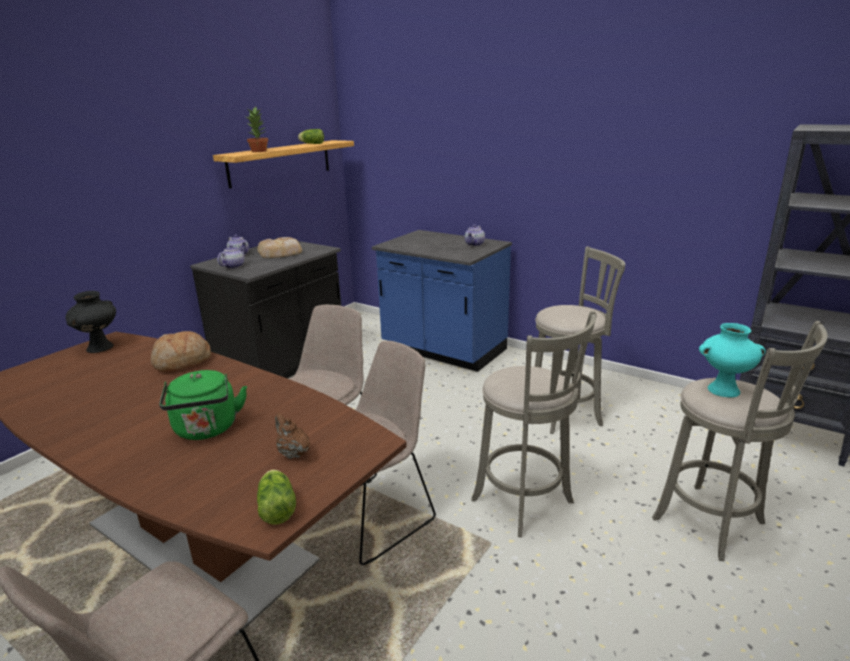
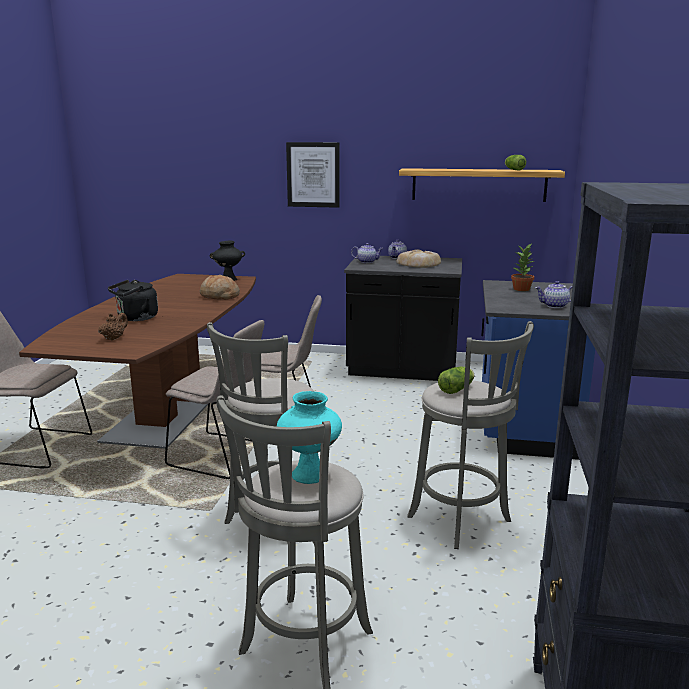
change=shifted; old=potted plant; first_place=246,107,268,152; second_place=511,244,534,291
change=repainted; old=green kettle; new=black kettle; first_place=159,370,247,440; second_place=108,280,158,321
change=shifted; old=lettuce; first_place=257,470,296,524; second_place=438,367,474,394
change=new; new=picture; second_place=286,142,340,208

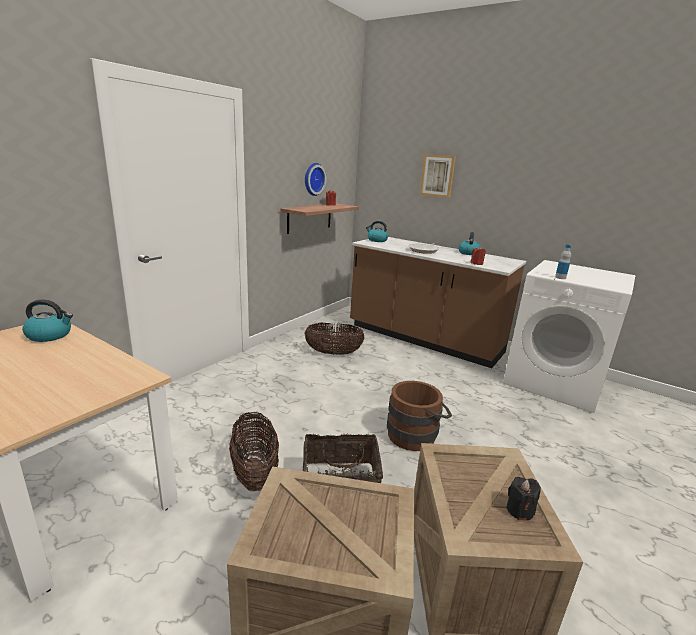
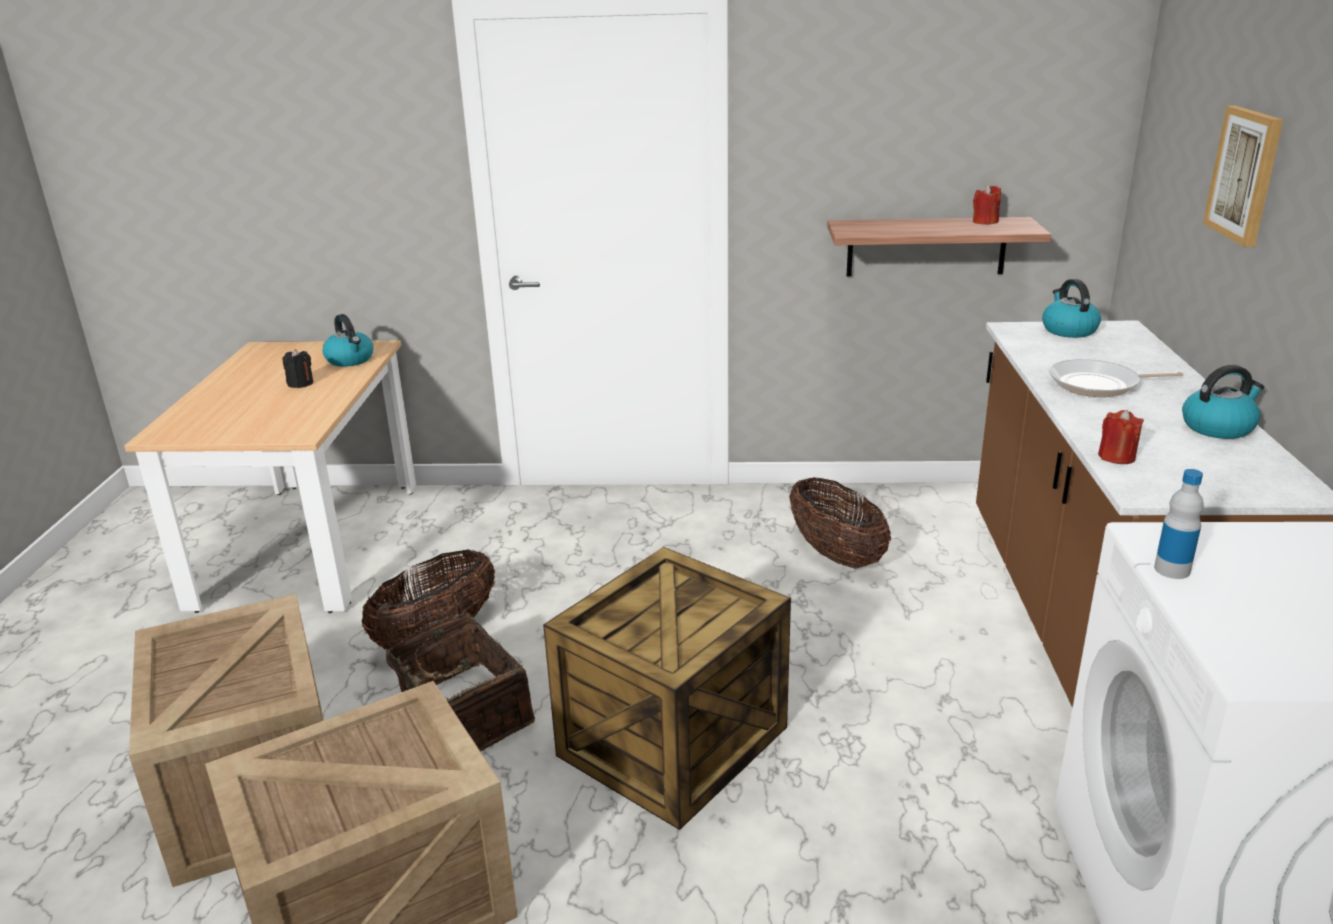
change=gone; old=wall clock; first_place=305,163,326,196
change=swapped; old=brown bucket; new=crate; first_place=387,381,452,451; second_place=543,547,791,830
change=shifted; old=black candle; first_place=506,477,541,521; second_place=282,349,313,388

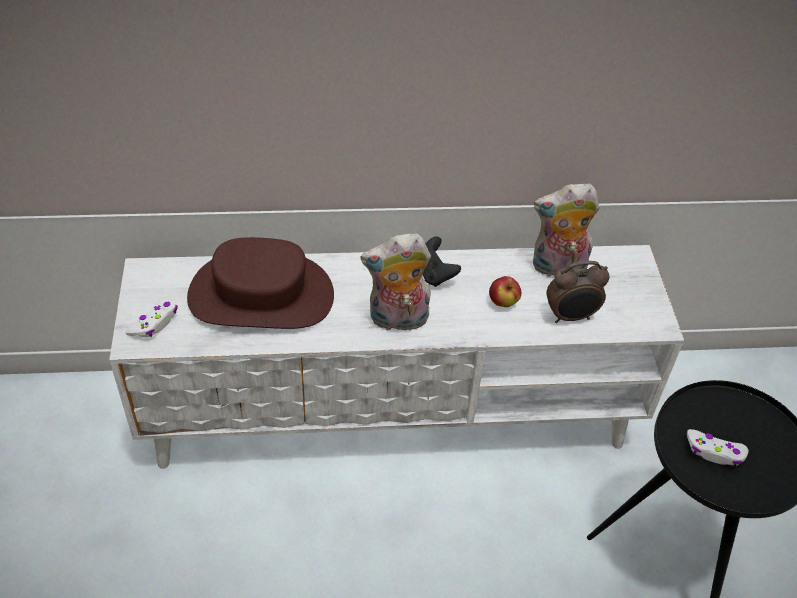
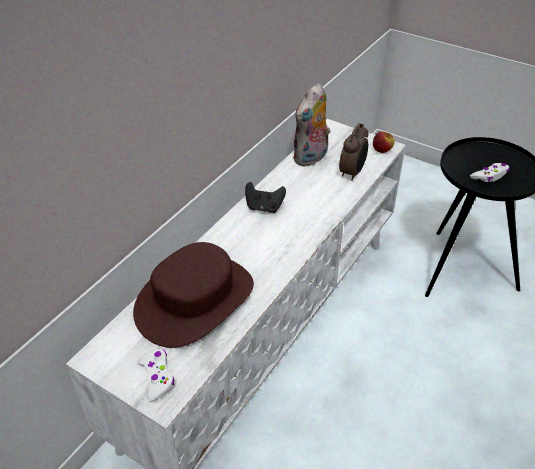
change=gone; old=plush toy; first_place=360,233,431,331
change=shifted; old=apple; first_place=489,276,521,307; second_place=373,131,395,153

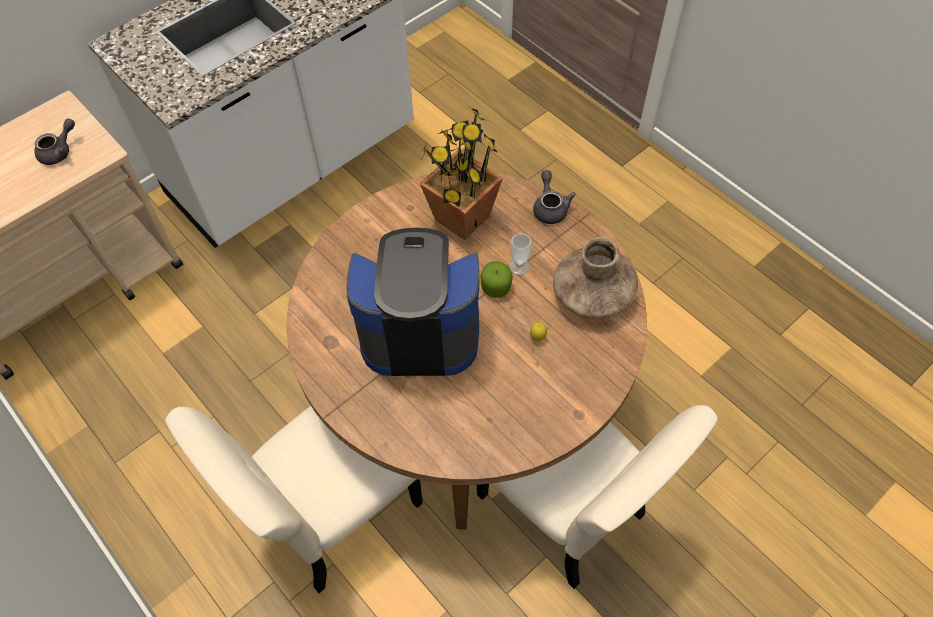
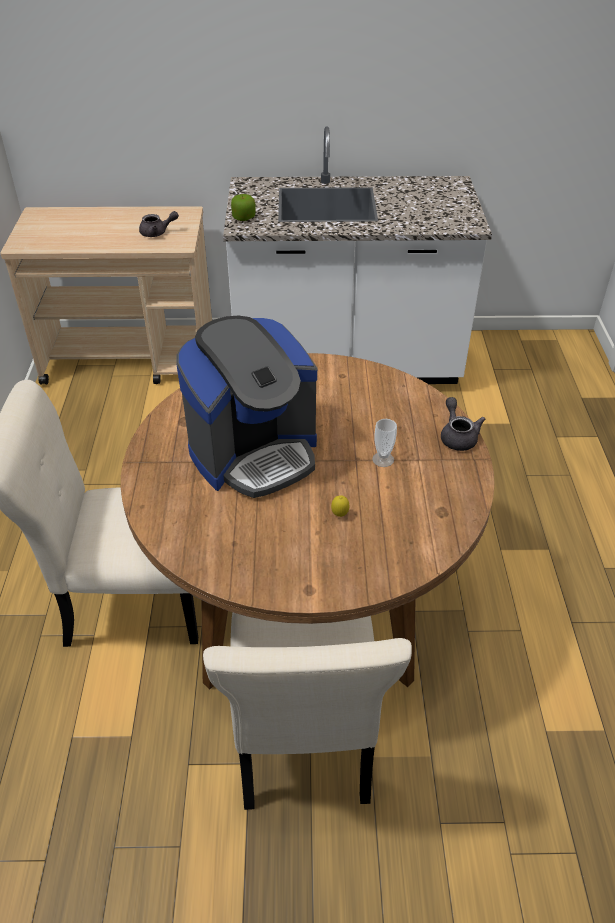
change=gone; old=potted plant; first_place=420,107,503,240
change=rotated; old=grey teapot; first_place=533,170,576,224; second_place=441,397,485,451; degrees=-45
change=rotated; old=coffee machine; first_place=347,228,479,376; second_place=176,315,317,498; degrees=105
change=gone; old=brown vase; first_place=553,237,638,319
change=shifted; old=apple; first_place=481,261,513,298; second_place=231,194,256,221

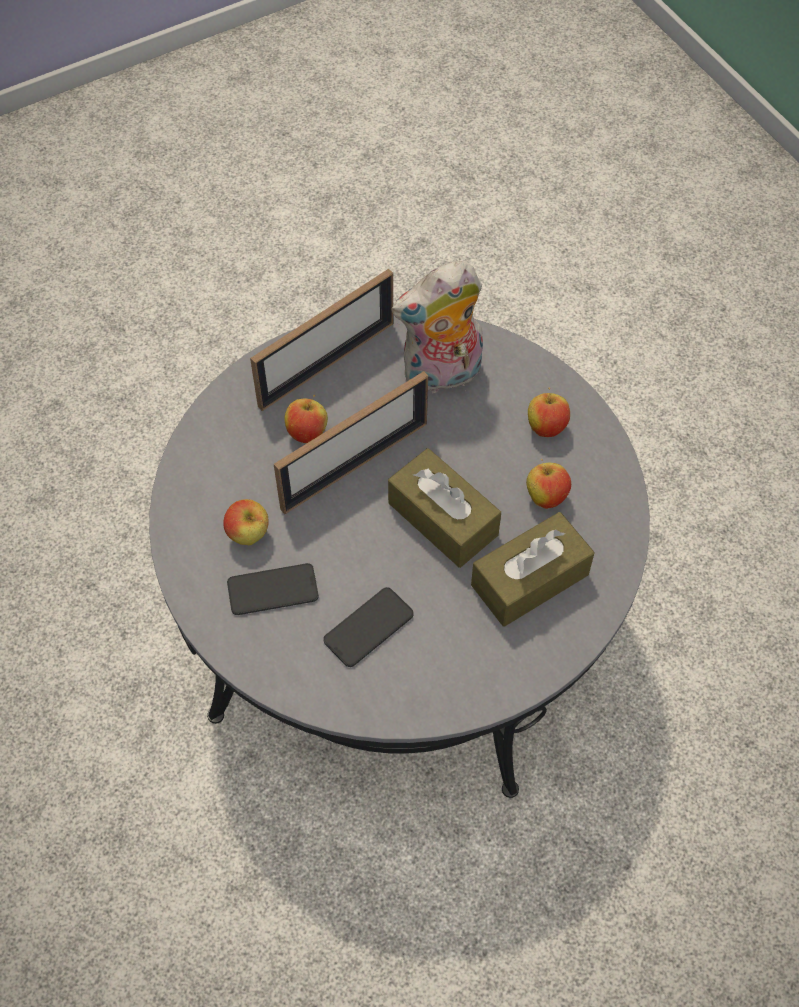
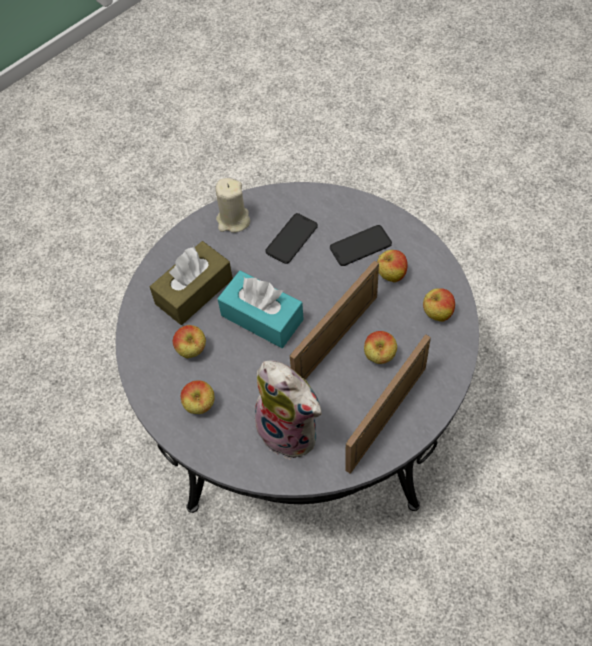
change=rotated; old=plush toy; first_place=392,261,483,393; second_place=255,360,322,460; degrees=75
change=repainted; old=brown tissue box; new=turquoise tissue box; first_place=388,448,501,568; second_place=217,270,304,348
change=new; new=beige candle; second_place=216,178,250,233
change=new; new=apple; second_place=423,288,455,322

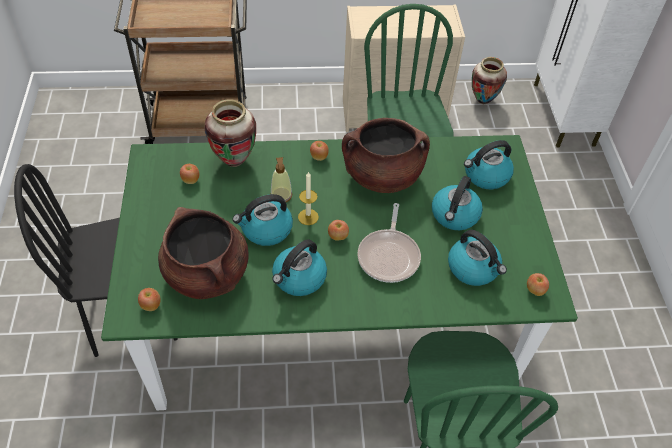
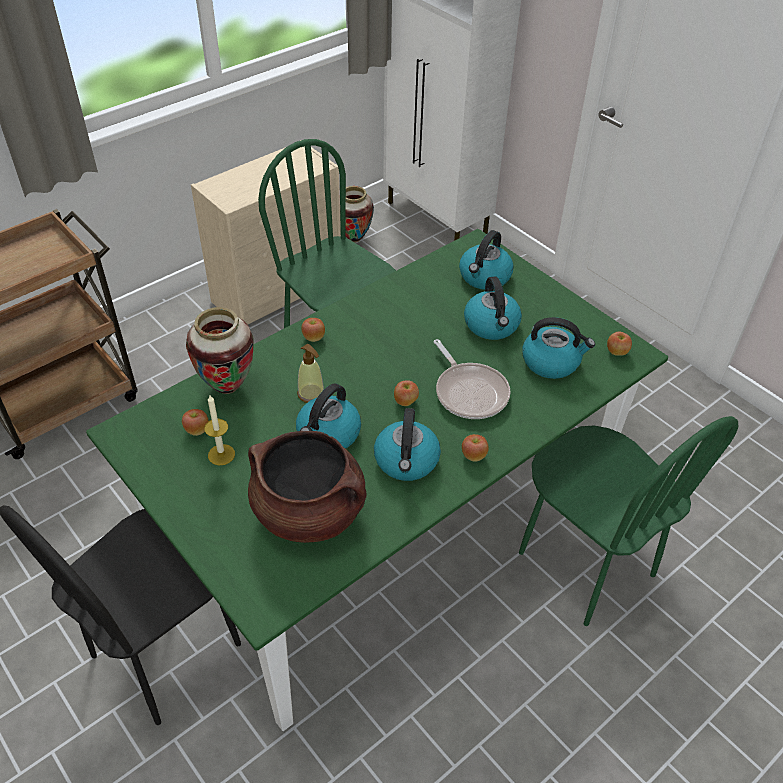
change=gone; old=brown cooking pot; first_place=342,118,430,193
change=shifted; old=candle; first_place=298,171,319,225; second_place=204,395,235,465
change=shifted; old=apple; first_place=138,288,161,311; second_place=462,434,489,462

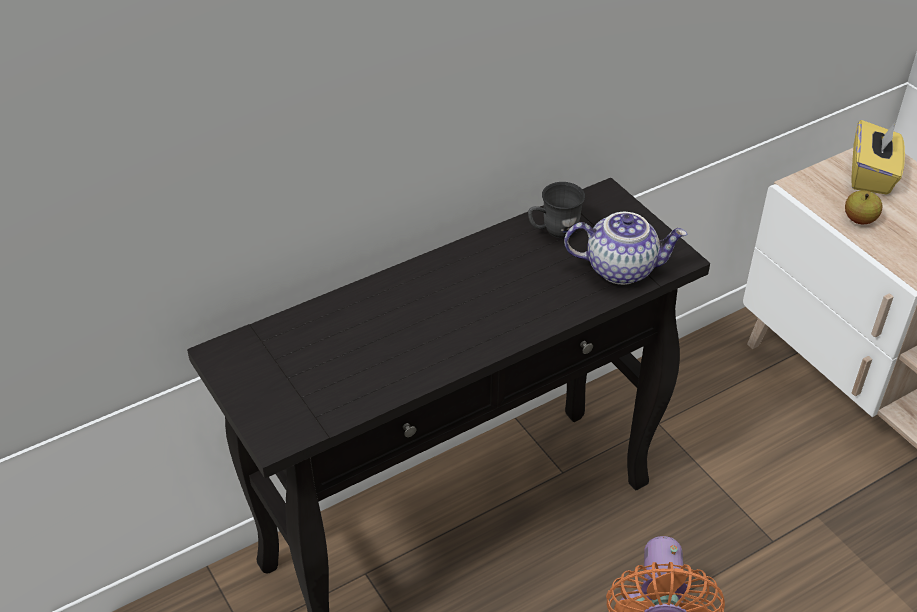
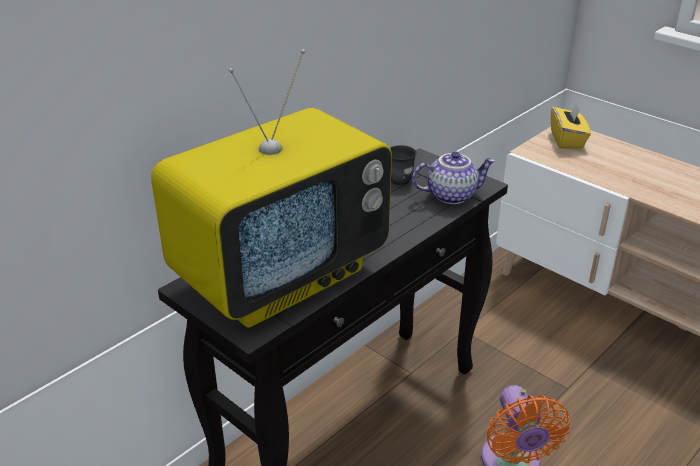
change=gone; old=apple; first_place=845,191,883,224
change=new; new=television; second_place=151,49,392,328

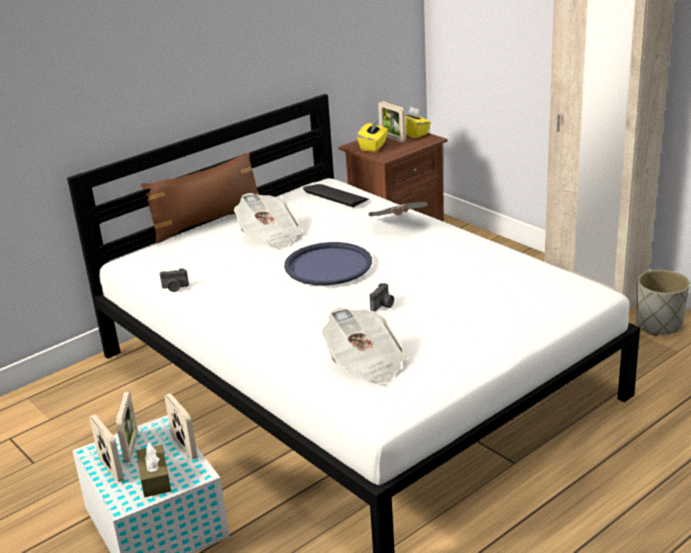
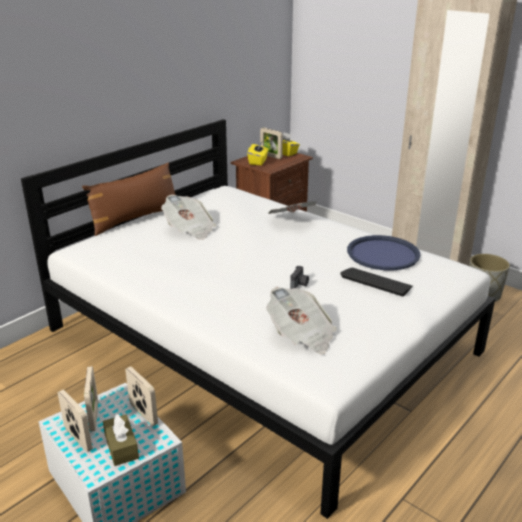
change=shifted; old=keyboard; first_place=303,184,369,207; second_place=340,268,413,296
change=shifted; old=blue tray; first_place=284,242,372,285; second_place=347,235,420,270
change=gone; old=photo camera; first_place=160,268,189,292

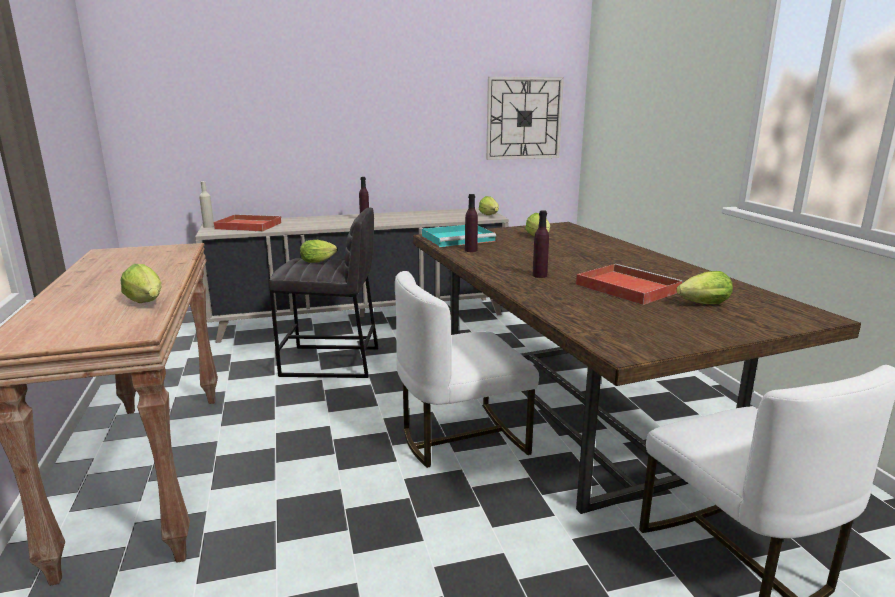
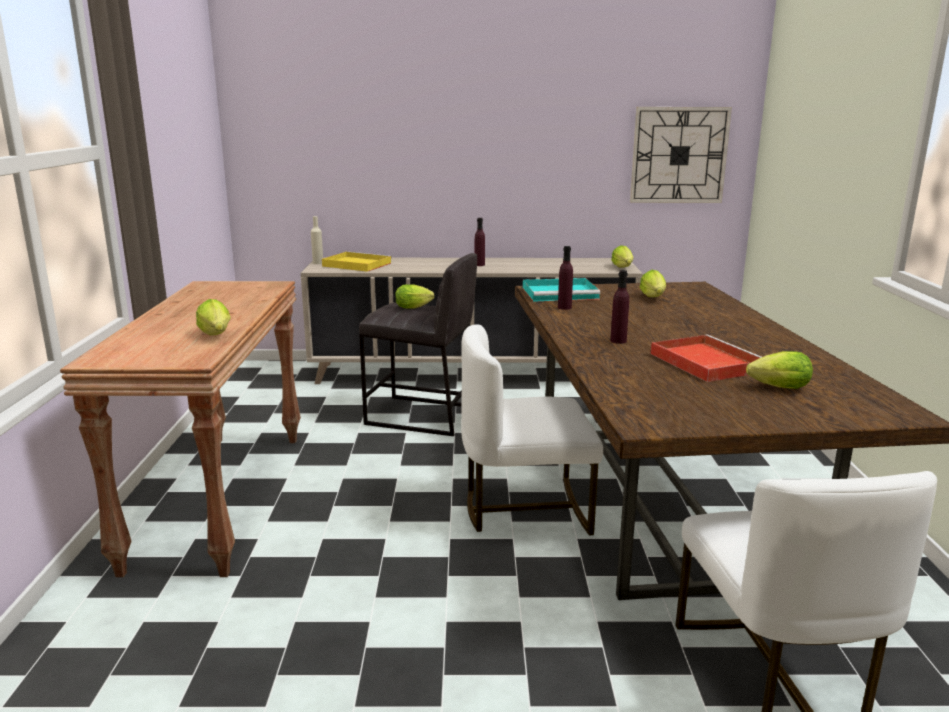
change=repainted; old=red tray; new=yellow tray; first_place=214,214,282,231; second_place=322,251,392,272

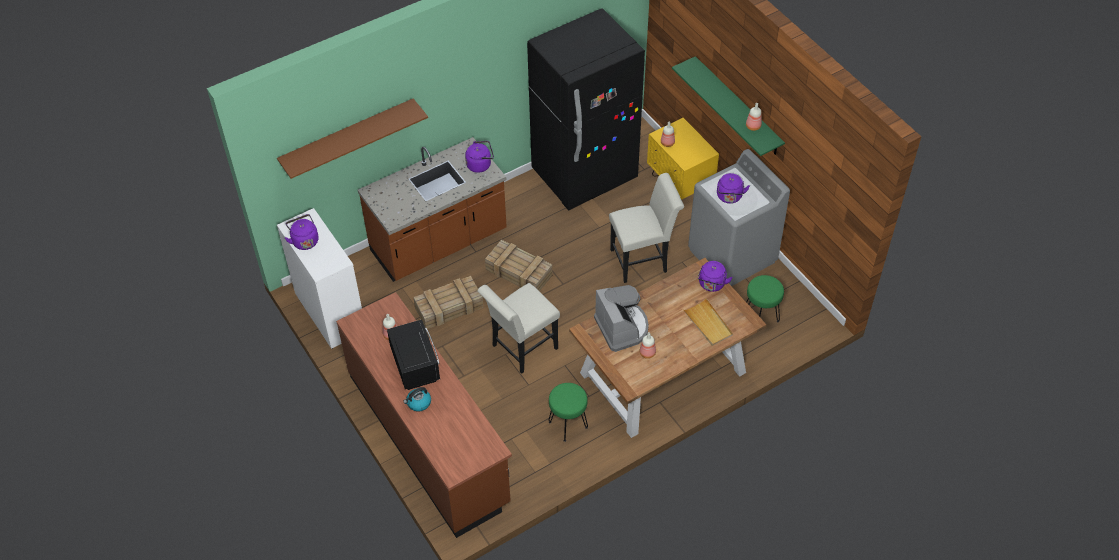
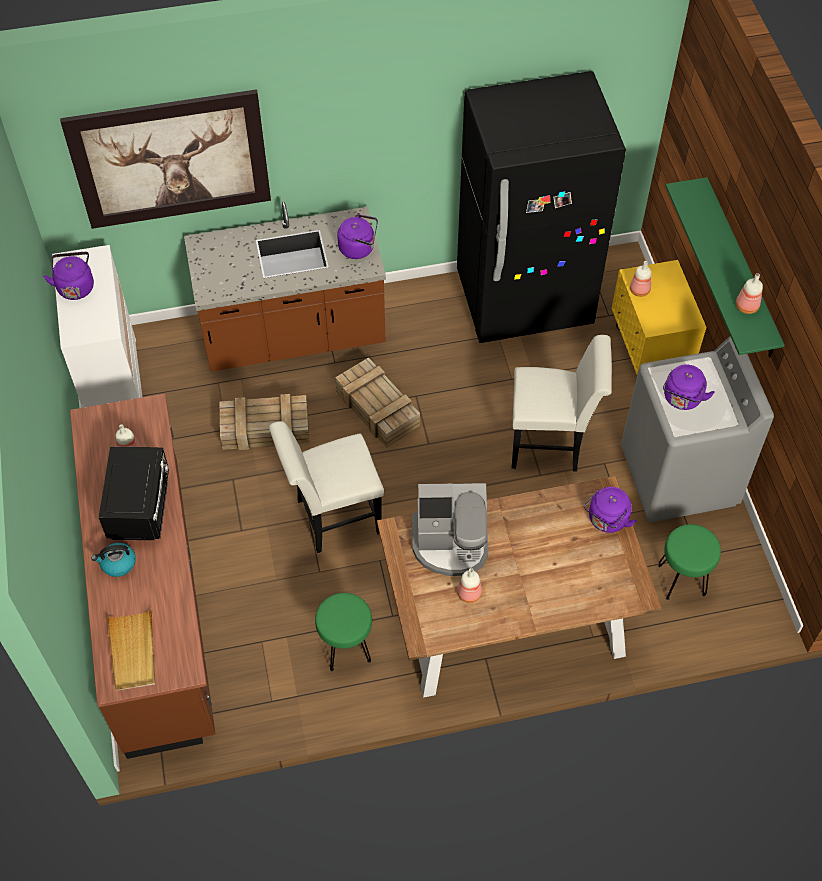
change=swapped; old=brown shelf; new=picture; first_place=277,98,428,179; second_place=60,89,271,229
change=rotated; old=coffee machine; first_place=594,285,649,352; second_place=412,483,488,576; degrees=90
change=shifted; old=beige tray; first_place=683,298,733,346; second_place=107,609,156,691

